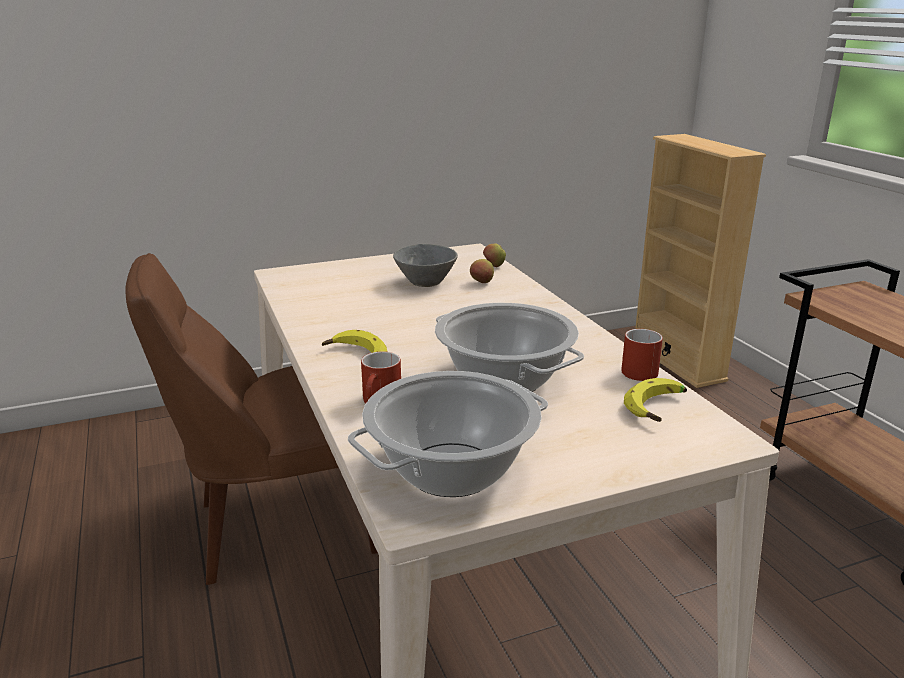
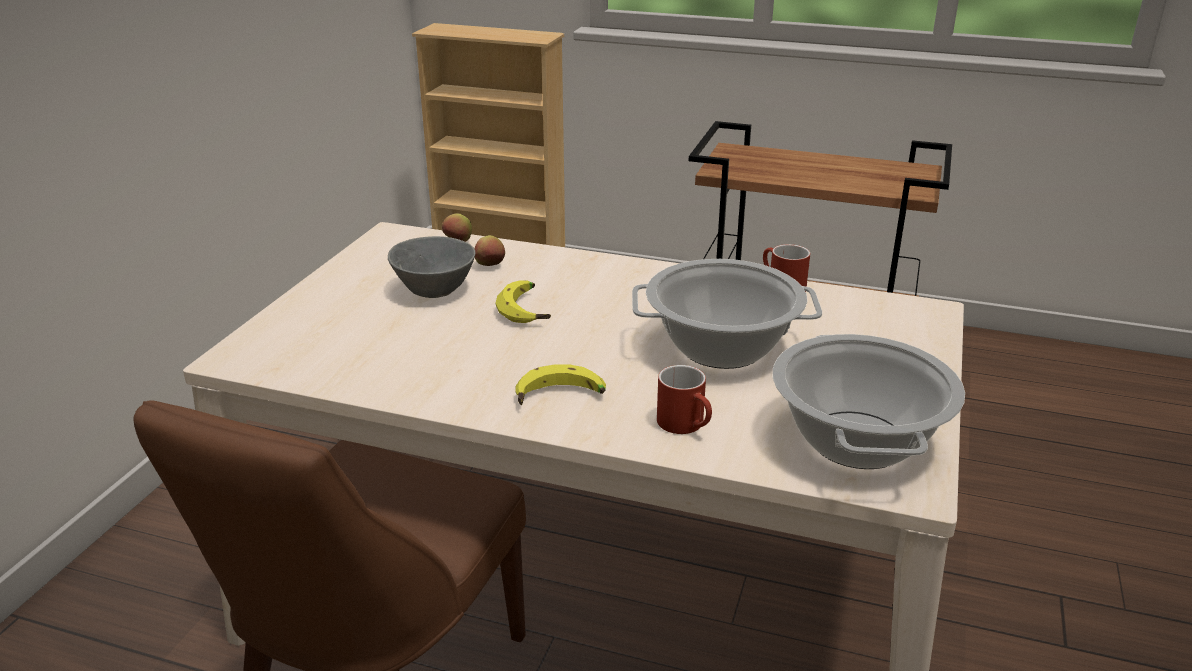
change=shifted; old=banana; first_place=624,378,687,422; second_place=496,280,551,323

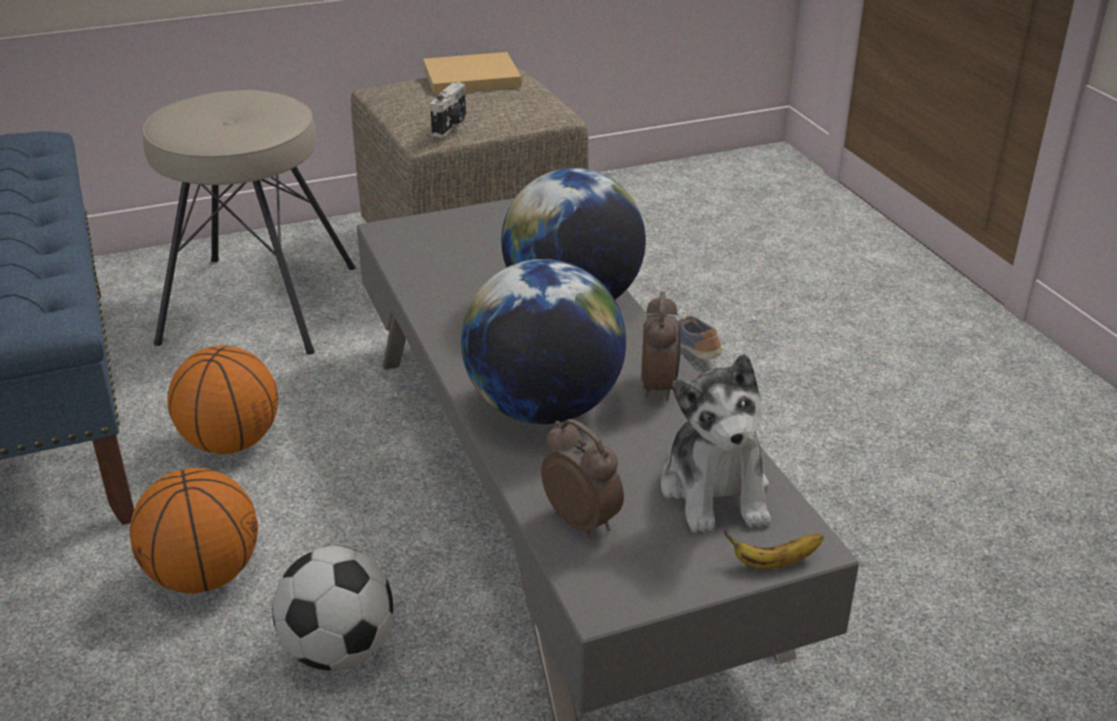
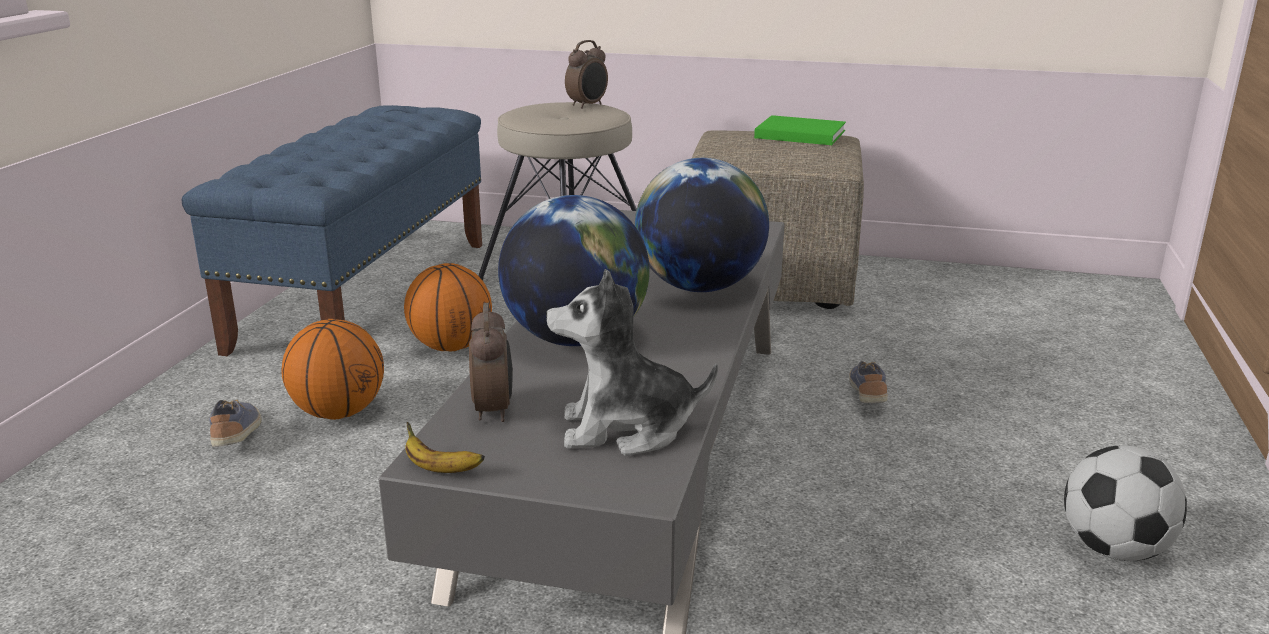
change=repainted; old=beige book; new=green book; first_place=423,52,522,94; second_place=754,115,846,145
change=gone; old=photo camera; first_place=430,82,466,137
change=shifted; old=alarm clock; first_place=641,292,681,401; second_place=565,40,608,109
change=rotated; old=plush toy; first_place=661,354,771,533; second_place=546,269,718,456; degrees=60
change=shifted; old=banana; first_place=724,531,824,569; second_place=405,422,485,473
change=shifted; old=football; first_place=272,546,393,671; second_place=1064,445,1187,561
change=new; new=shoe; second_place=209,400,262,447

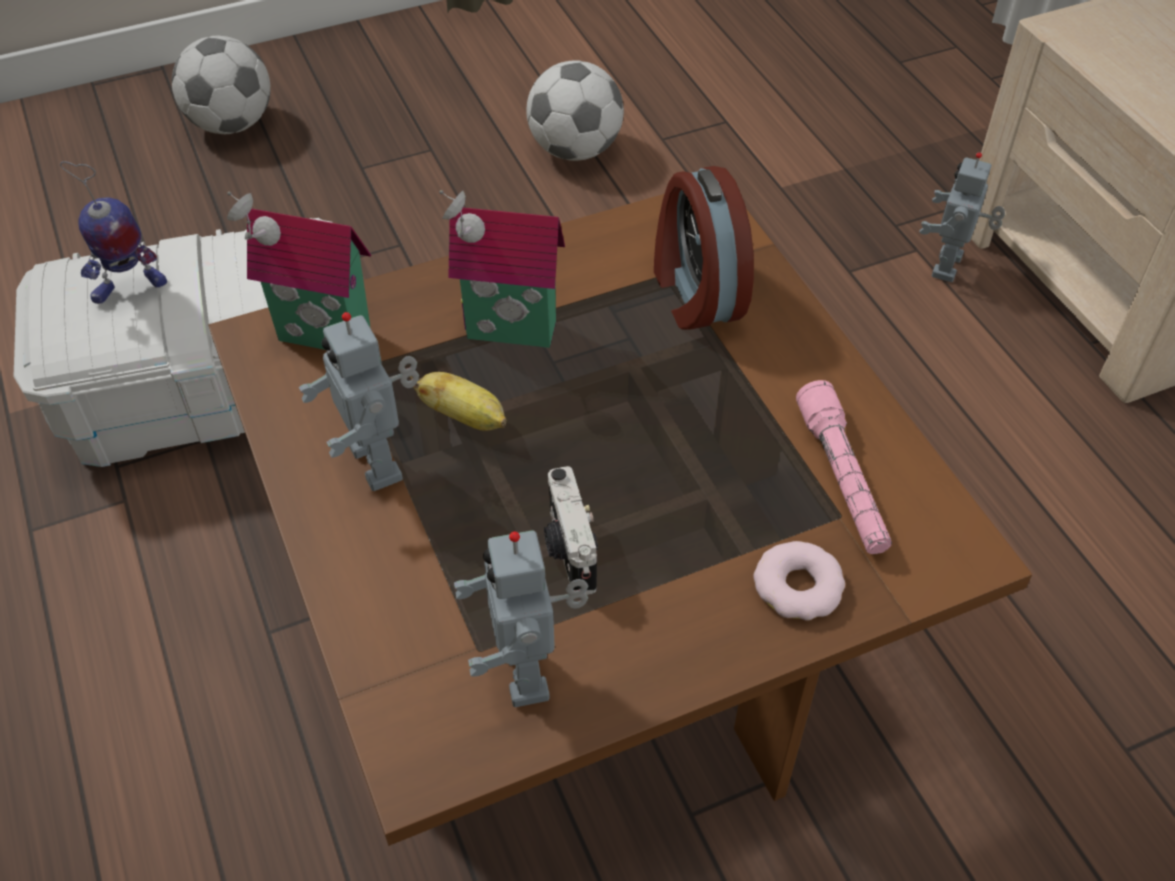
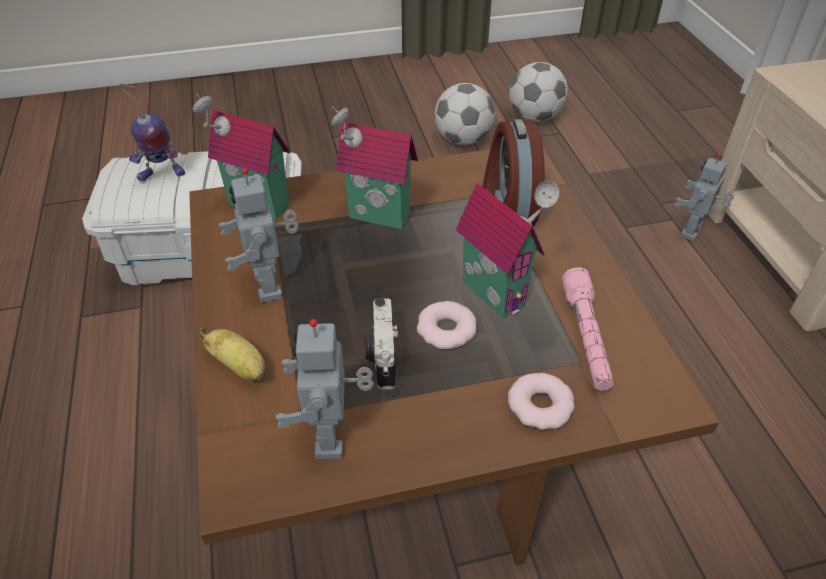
change=shifted; old=football; first_place=171,36,271,134; second_place=509,62,568,122
change=shifted; old=banana; first_place=409,372,506,431; second_place=199,327,265,381
change=new; new=toy house; second_place=456,181,559,318
change=new; new=donut; second_place=417,301,477,349

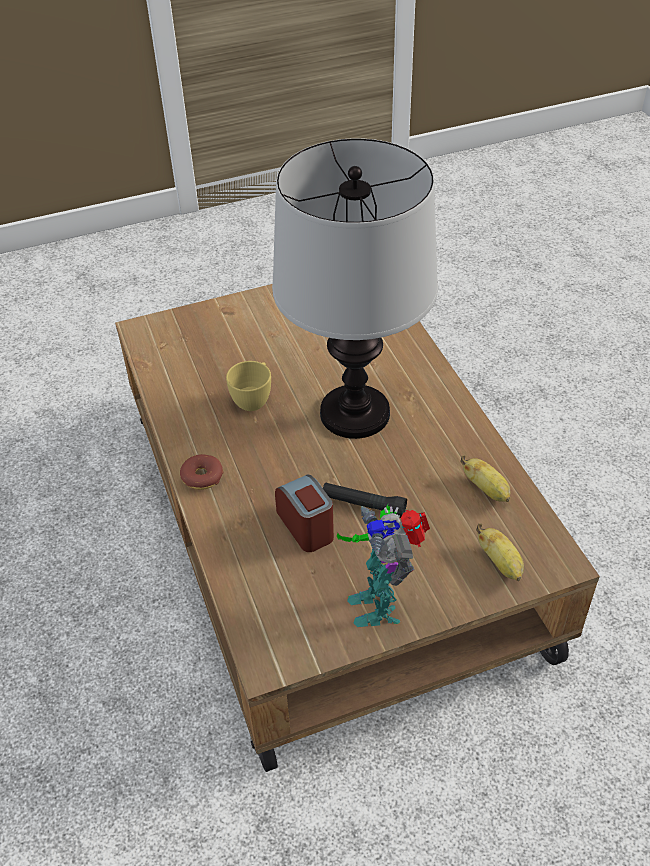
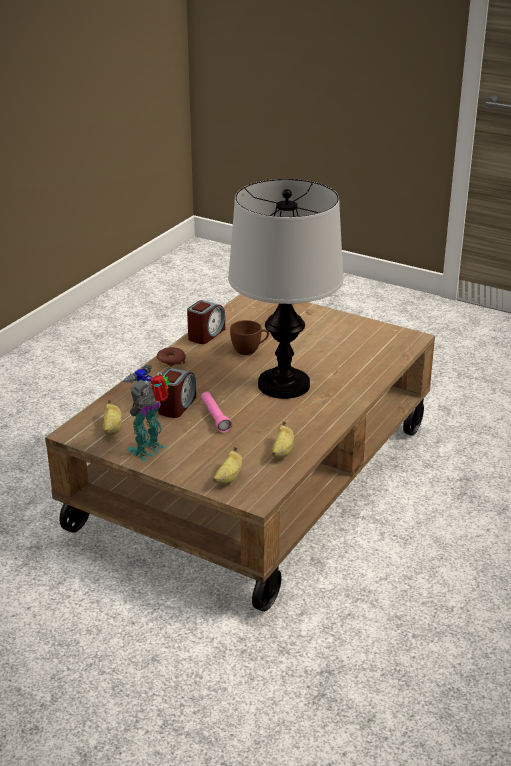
change=repainted; old=yellow cup; new=brown cup; first_place=226,361,271,411; second_place=230,320,269,355
change=repainted; old=black flashlight; new=pink flashlight; first_place=323,482,407,518; second_place=201,392,232,433
change=new; new=alarm clock; second_place=187,300,225,344
change=new; new=banana; second_place=103,400,122,436

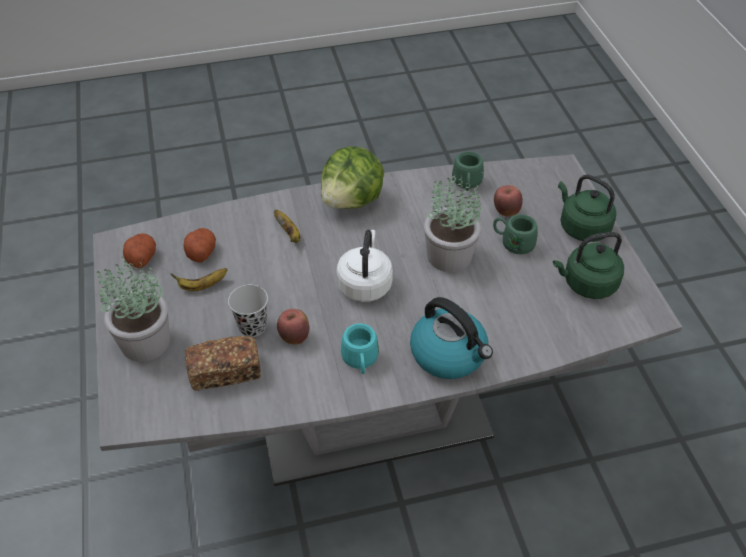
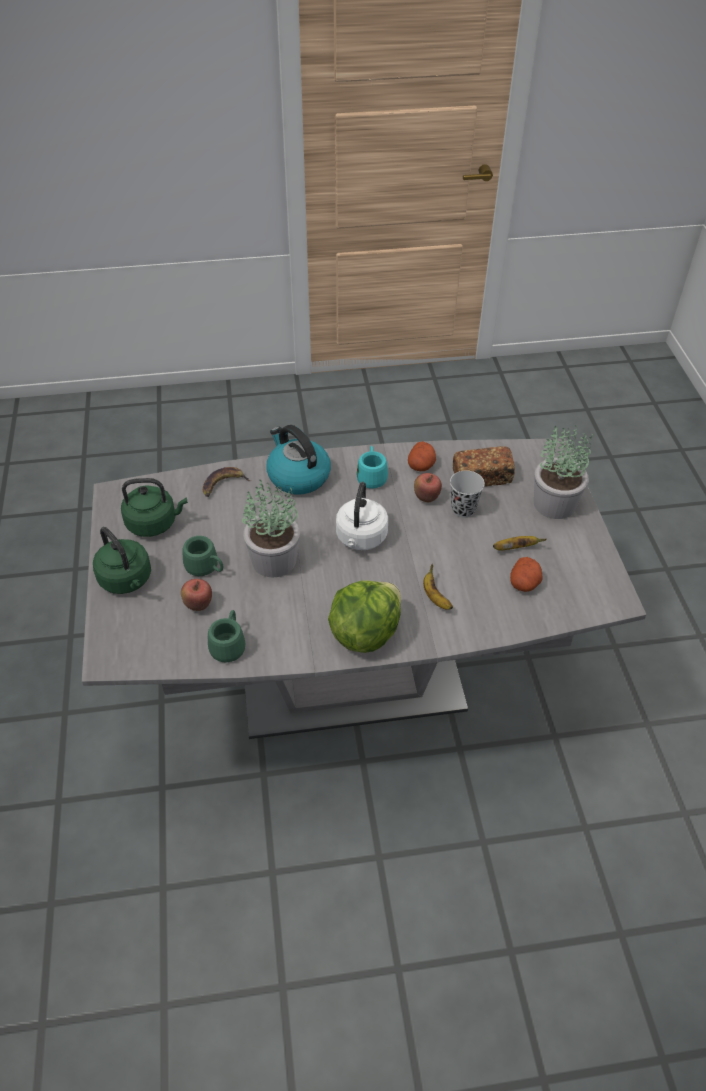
change=shifted; old=potato; first_place=123,233,156,268; second_place=408,442,436,471
change=new; new=banana; second_place=203,467,252,497

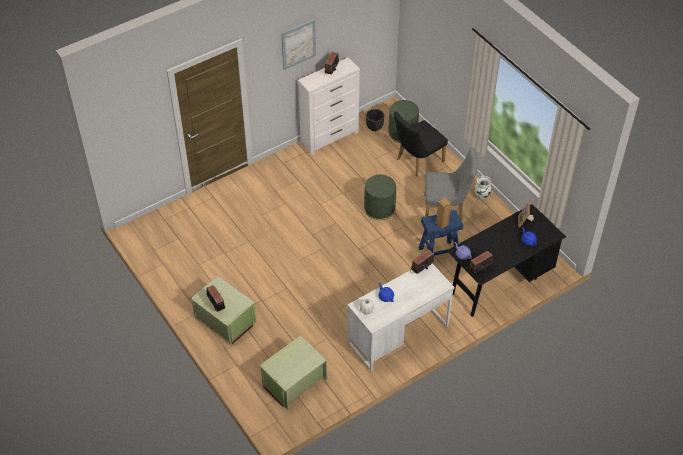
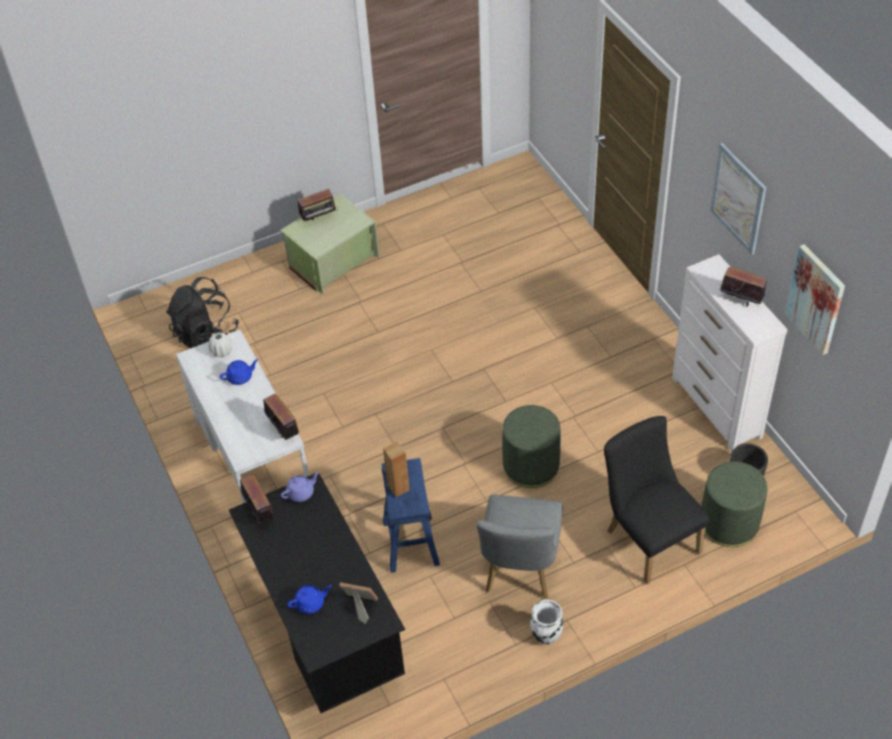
change=swapped; old=green storage box; new=black backpack; first_place=259,336,327,410; second_place=166,277,239,348
change=new; new=picture; second_place=785,244,845,355

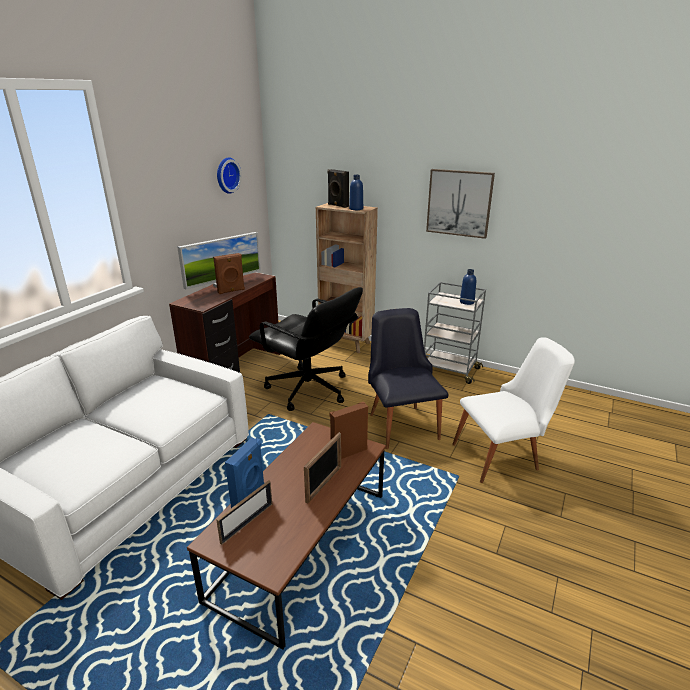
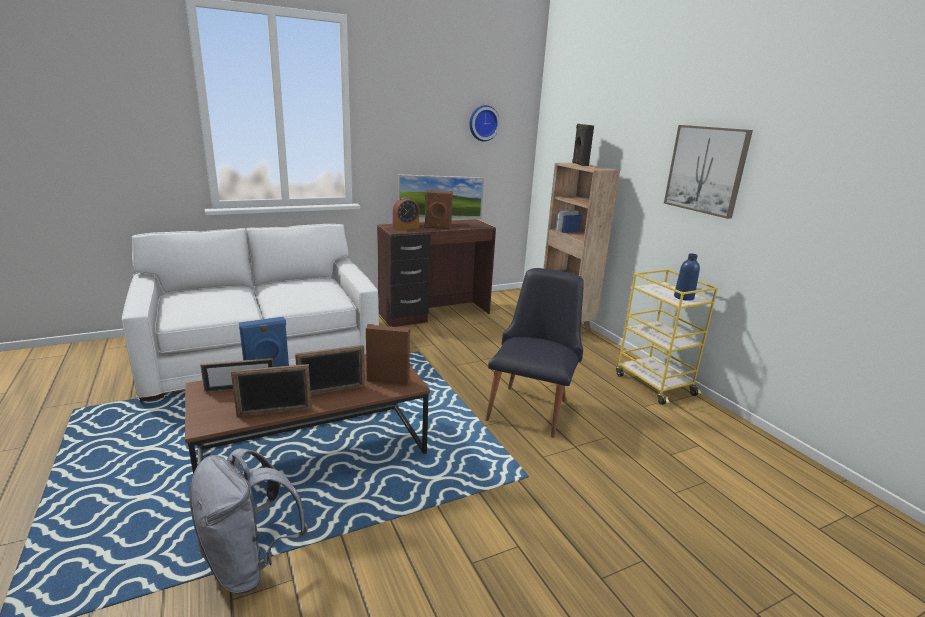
change=gone; old=blue bottle; first_place=349,175,363,210
change=repainted; old=grey cart; new=yellow cart; first_place=424,282,486,384; second_place=616,269,718,405
change=gone; old=black office chair; first_place=249,287,363,411
change=gone; old=white chair; first_place=452,337,575,483
change=new; new=alarm clock; second_place=393,197,419,230
change=new; new=picture frame; second_place=231,364,312,417
change=new; new=grey backpack; second_place=189,448,308,593

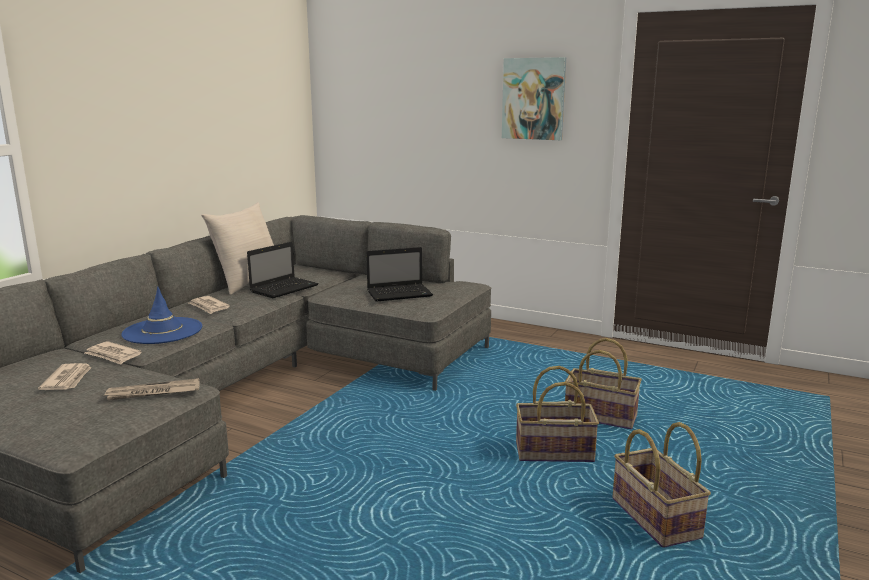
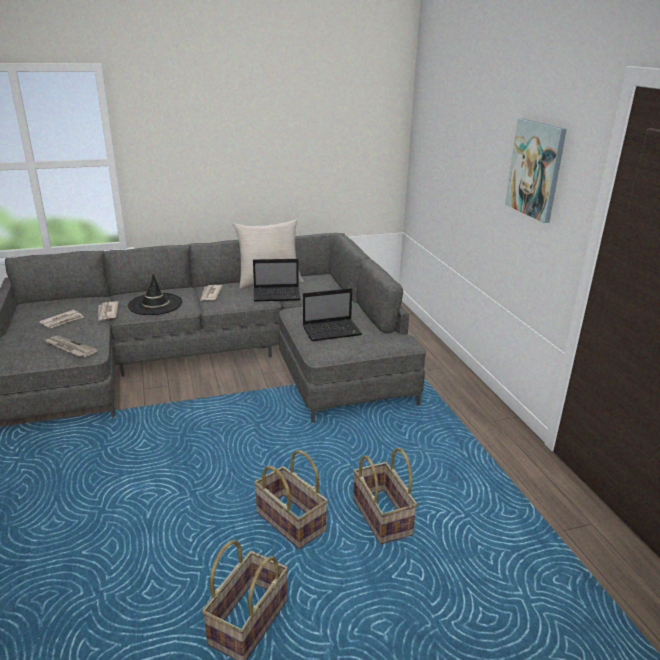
change=rotated; old=laptop; first_place=366,247,433,302; second_place=303,288,362,341; degrees=-45
change=repainted; old=blue hat; new=black hat; first_place=121,287,202,344; second_place=128,274,183,315

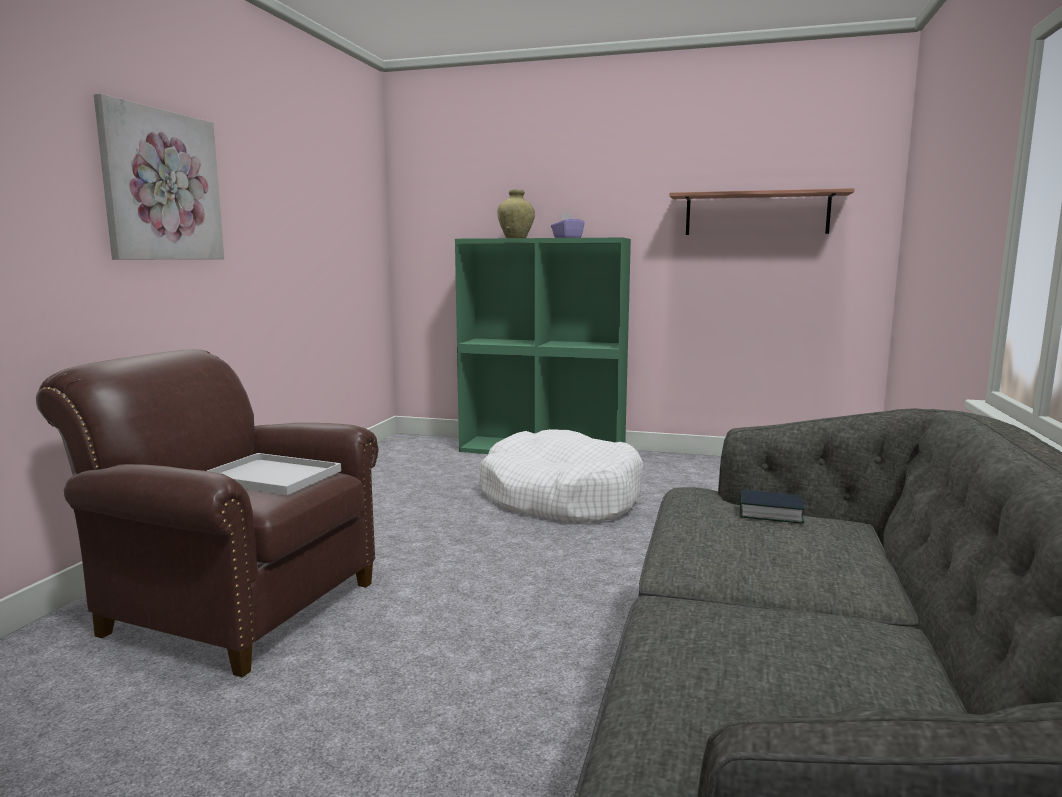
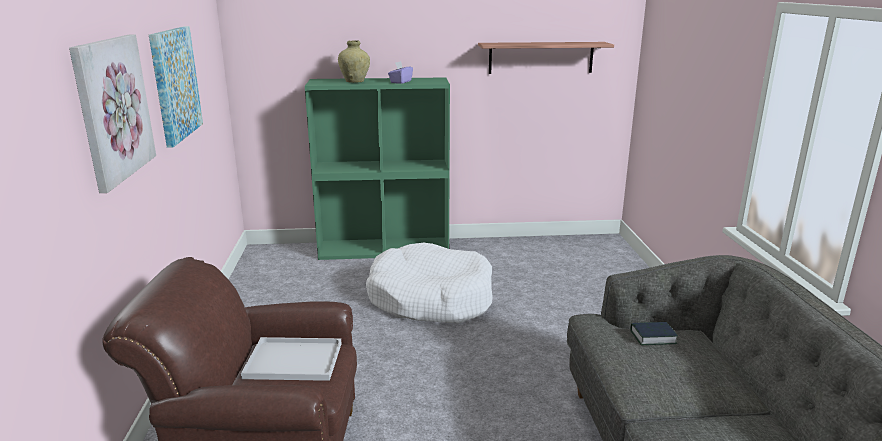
change=new; new=picture; second_place=149,26,203,148

